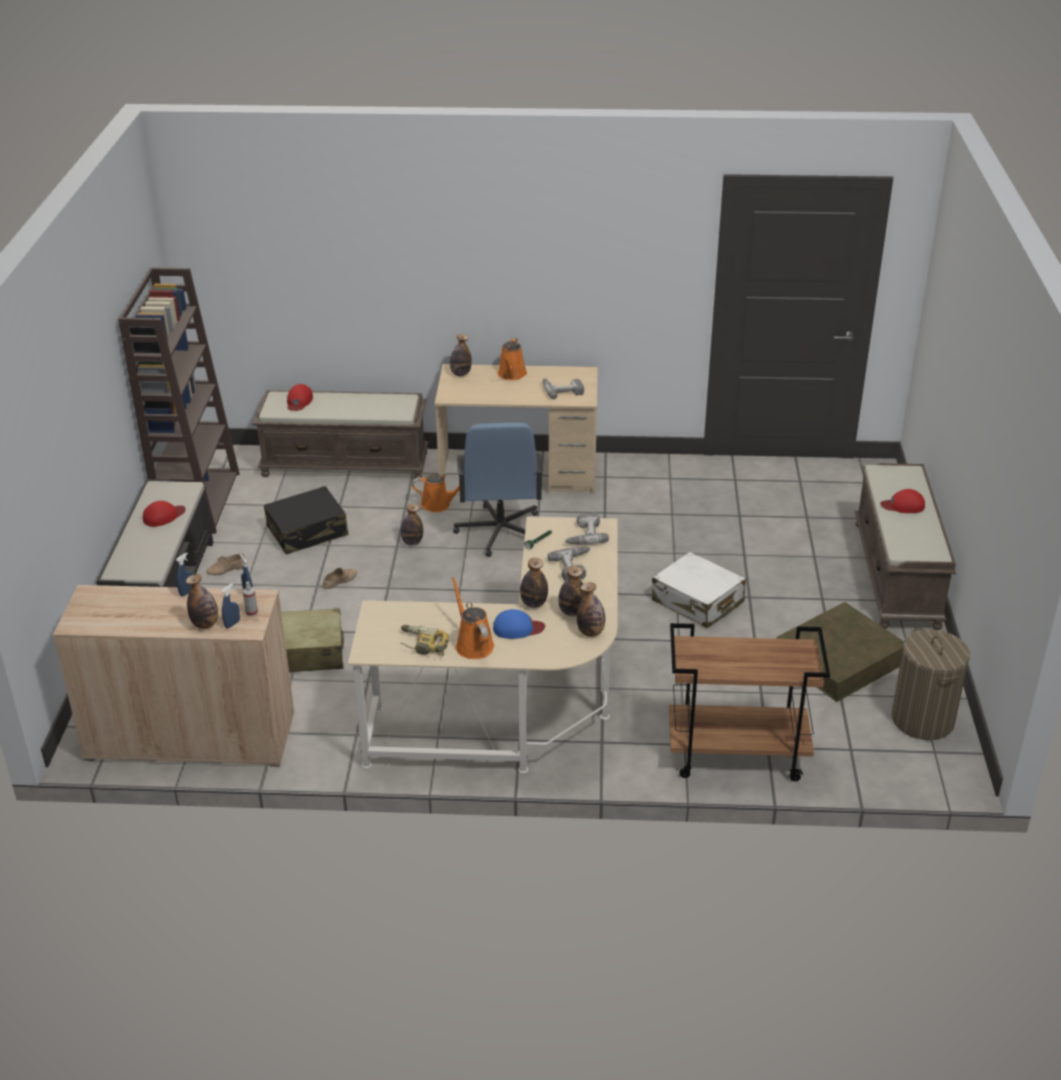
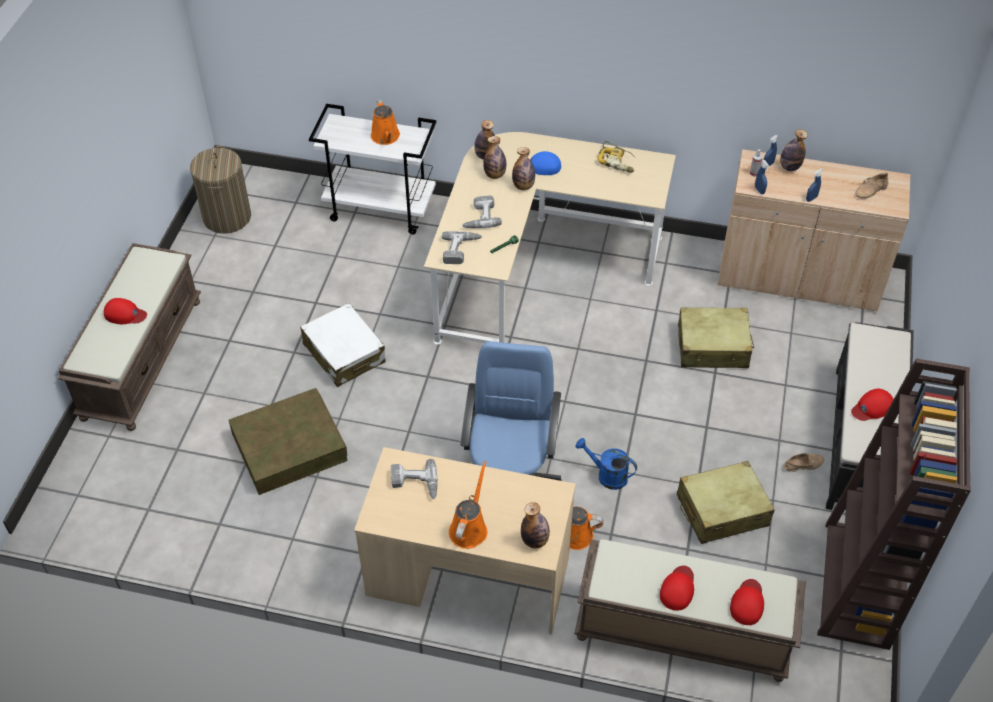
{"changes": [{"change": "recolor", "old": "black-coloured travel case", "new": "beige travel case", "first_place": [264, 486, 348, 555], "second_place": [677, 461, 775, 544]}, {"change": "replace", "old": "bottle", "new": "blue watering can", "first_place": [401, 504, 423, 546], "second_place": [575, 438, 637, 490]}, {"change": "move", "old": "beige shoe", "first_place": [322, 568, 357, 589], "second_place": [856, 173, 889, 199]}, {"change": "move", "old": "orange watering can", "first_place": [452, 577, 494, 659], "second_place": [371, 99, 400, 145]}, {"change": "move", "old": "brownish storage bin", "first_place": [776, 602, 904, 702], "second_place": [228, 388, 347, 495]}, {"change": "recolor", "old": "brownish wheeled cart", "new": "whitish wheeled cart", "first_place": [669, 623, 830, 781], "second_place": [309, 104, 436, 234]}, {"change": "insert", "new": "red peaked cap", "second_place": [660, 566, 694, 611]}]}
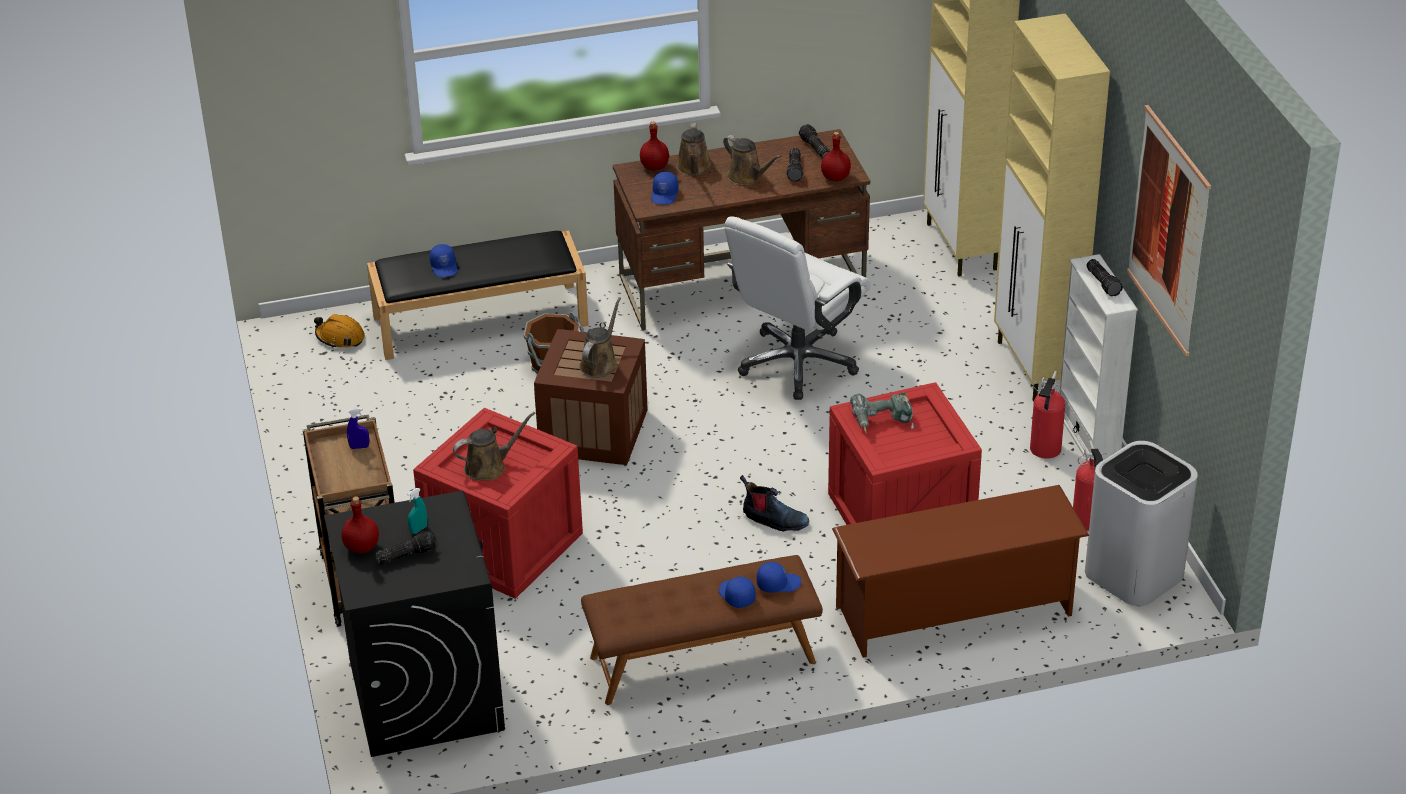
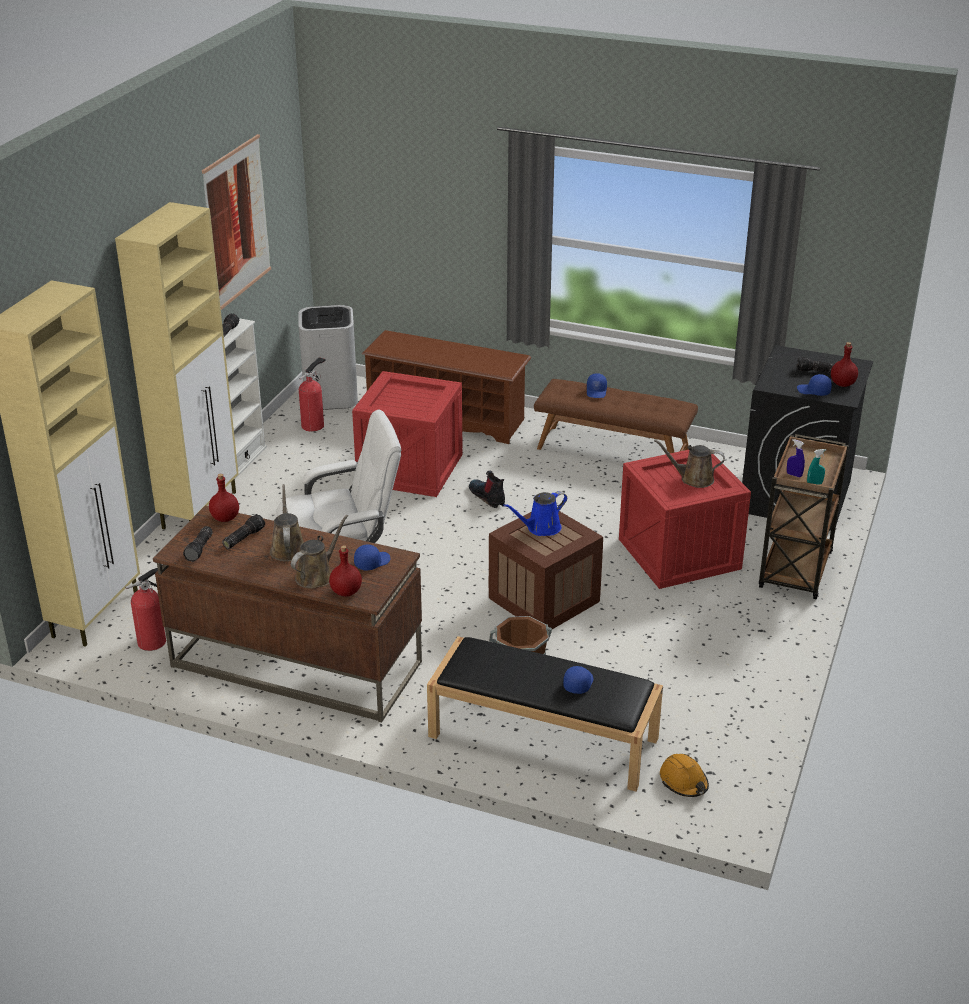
{"changes": [{"change": "recolor", "old": "brownish watering can", "new": "blue watering can", "first_place": [579, 297, 621, 378], "second_place": [504, 491, 567, 536]}, {"change": "move", "old": "fire extinguisher", "first_place": [1030, 371, 1065, 459], "second_place": [125, 564, 166, 651]}, {"change": "delete", "old": "drill", "first_place": [850, 393, 914, 433]}, {"change": "move", "old": "turquoise spray bottle", "first_place": [407, 488, 427, 534], "second_place": [807, 449, 826, 485]}, {"change": "move", "old": "blue peaked cap", "first_place": [756, 562, 801, 593], "second_place": [797, 374, 832, 396]}]}
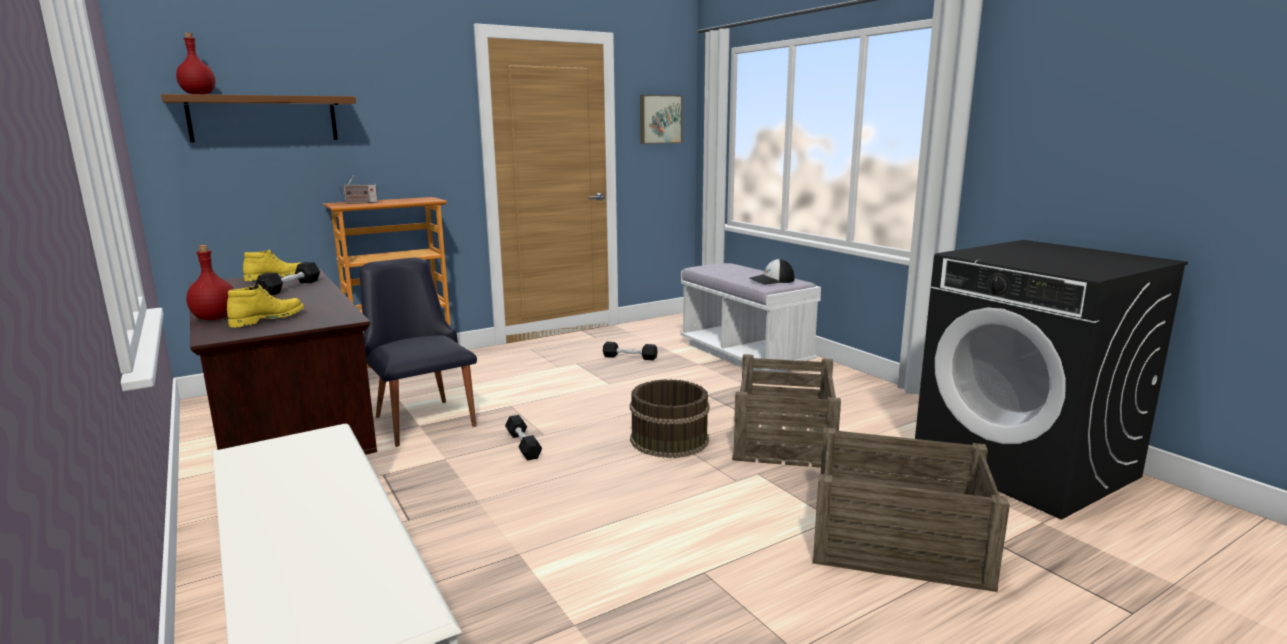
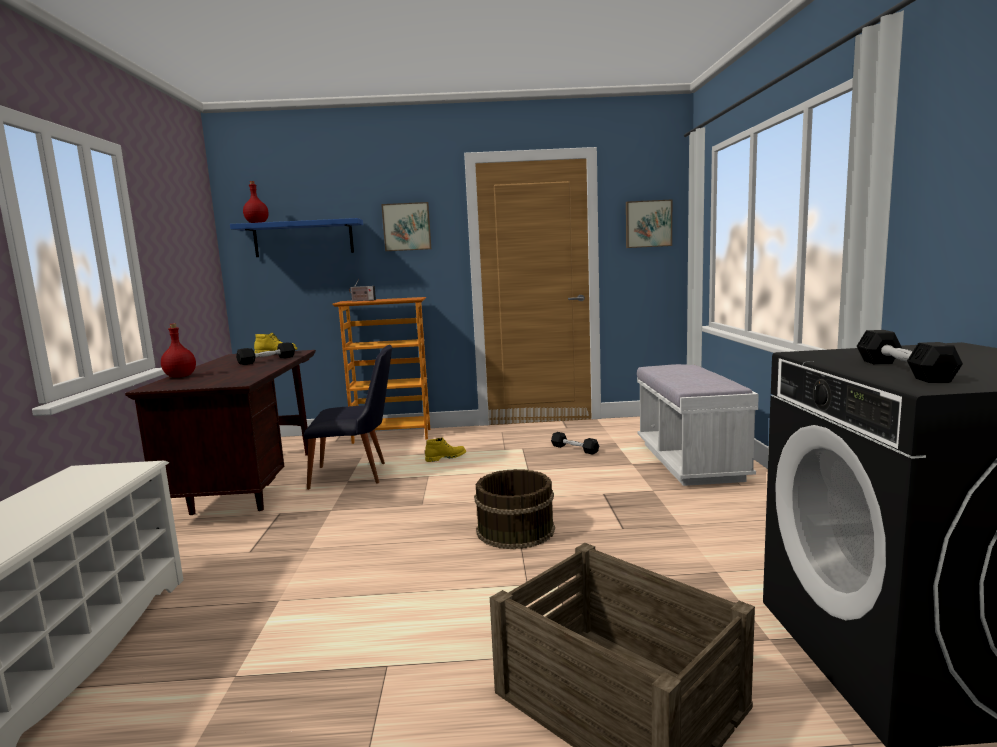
{"changes": [{"change": "recolor", "old": "brownish shelf", "new": "blue shelf", "first_place": [161, 94, 356, 142], "second_place": [230, 218, 363, 257]}, {"change": "rotate", "old": "black-coloured plain chair", "first_place": [359, 258, 477, 447], "second_place": [304, 345, 392, 490], "degrees": 90}, {"change": "delete", "old": "peaked cap", "first_place": [750, 259, 794, 284]}, {"change": "move", "old": "yellow-coloured high-top boot", "first_place": [227, 284, 304, 328], "second_place": [425, 438, 466, 462]}, {"change": "delete", "old": "crate", "first_place": [733, 354, 841, 468]}, {"change": "move", "old": "black-coloured dumbbell", "first_place": [505, 415, 542, 461], "second_place": [857, 330, 963, 383]}, {"change": "insert", "new": "wall picture", "second_place": [381, 202, 431, 251]}]}
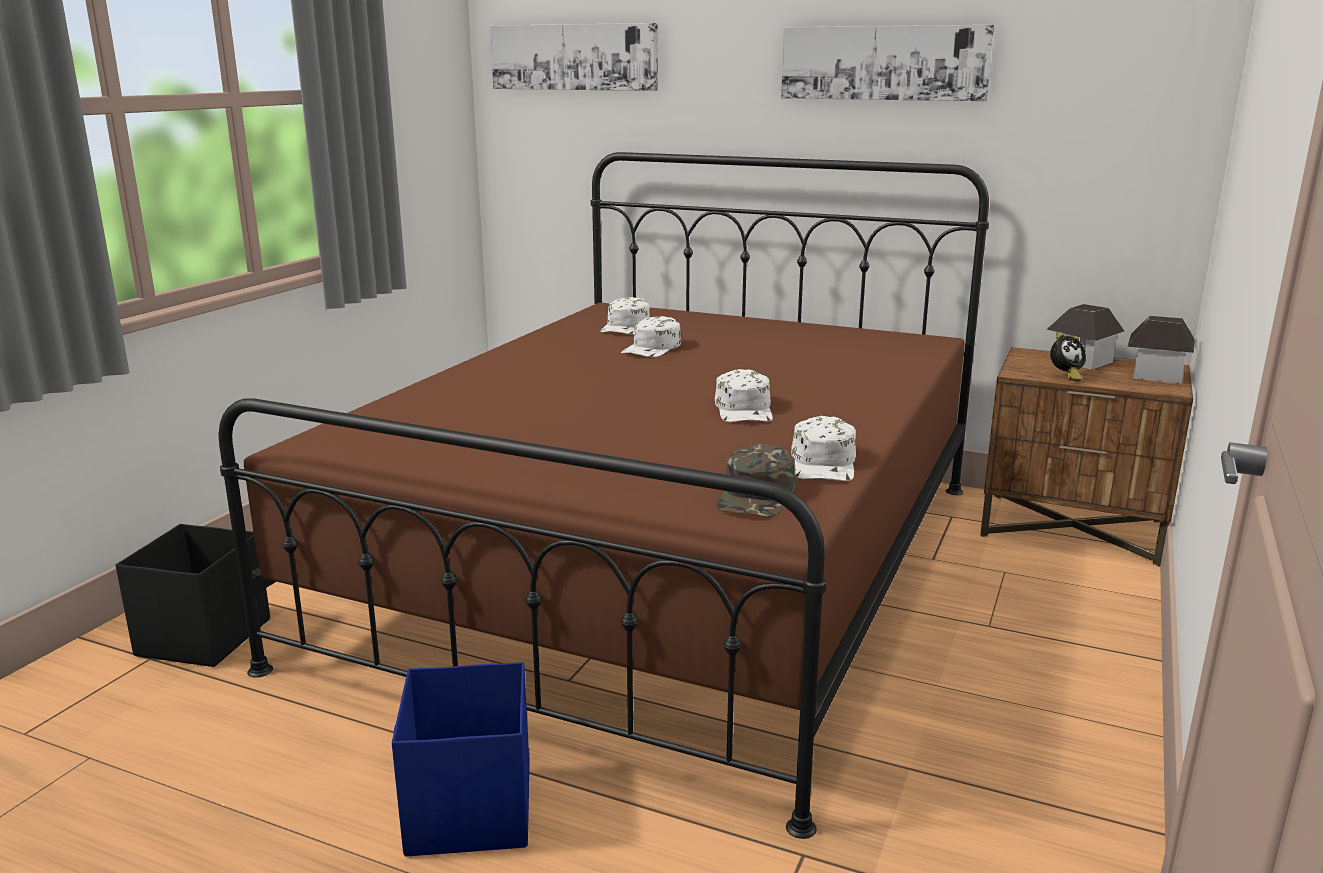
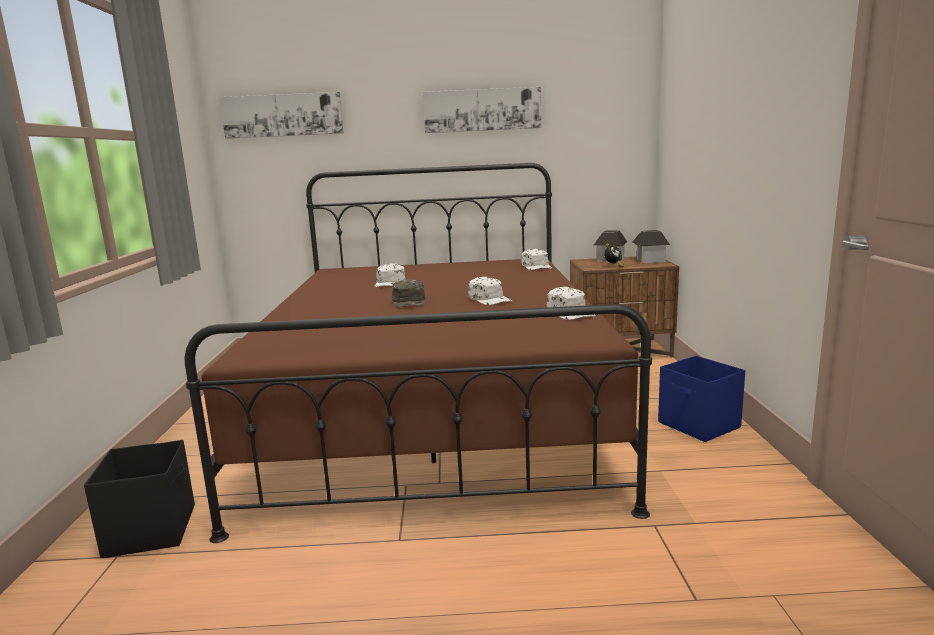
{"changes": [{"change": "move", "old": "whitish peaked cap", "first_place": [600, 297, 650, 334], "second_place": [522, 249, 552, 270]}, {"change": "move", "old": "greenish peaked cap", "first_place": [717, 444, 795, 517], "second_place": [392, 279, 425, 308]}, {"change": "move", "old": "blue storage bin", "first_place": [392, 662, 529, 857], "second_place": [658, 356, 745, 442]}]}
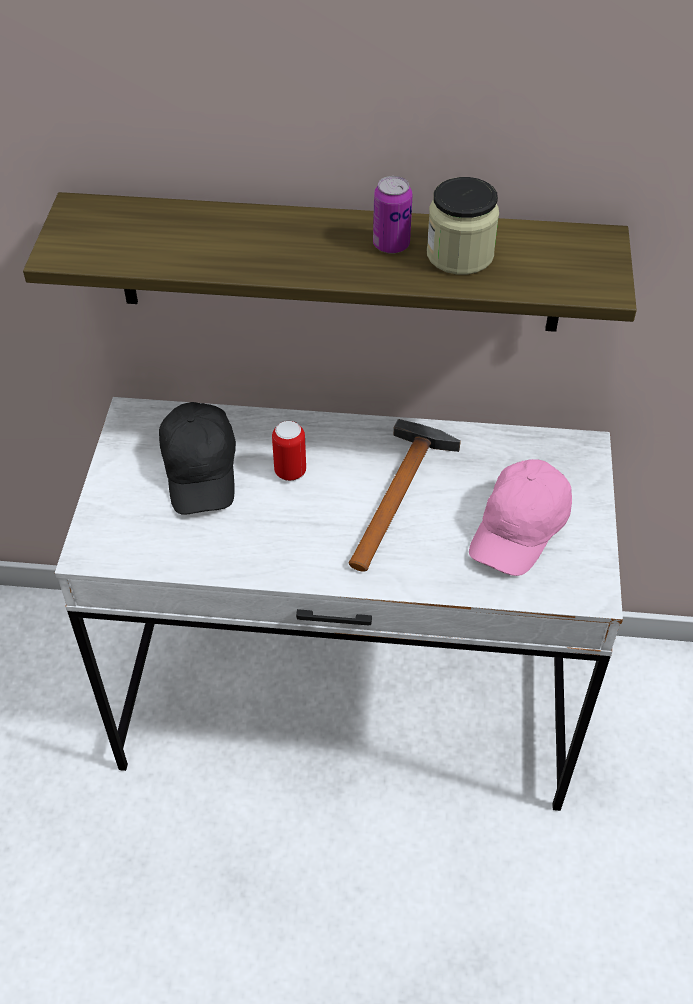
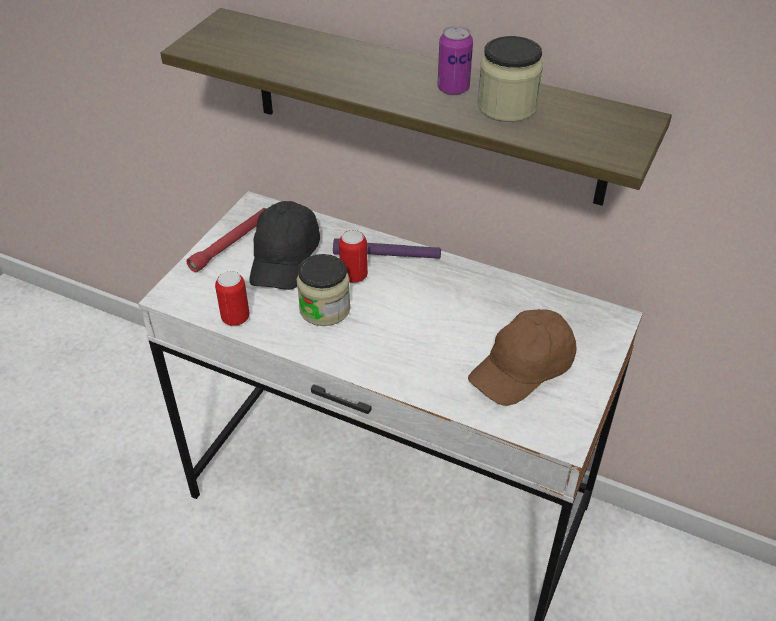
{"changes": [{"change": "delete", "old": "hand hammer", "first_place": [349, 419, 461, 572]}, {"change": "recolor", "old": "pink-coloured peaked cap", "new": "brownish peaked cap", "first_place": [469, 459, 572, 576], "second_place": [468, 309, 576, 406]}, {"change": "insert", "new": "red flashlight", "second_place": [186, 208, 267, 272]}, {"change": "insert", "new": "purple-coloured flashlight", "second_place": [333, 238, 441, 259]}, {"change": "insert", "new": "jar", "second_place": [297, 254, 351, 326]}, {"change": "insert", "new": "metal can", "second_place": [215, 271, 250, 326]}]}
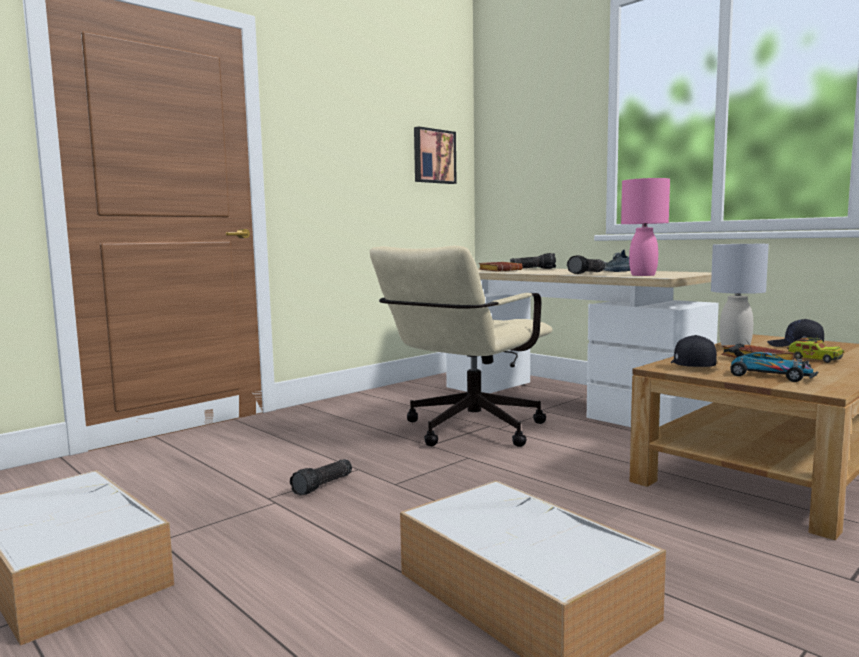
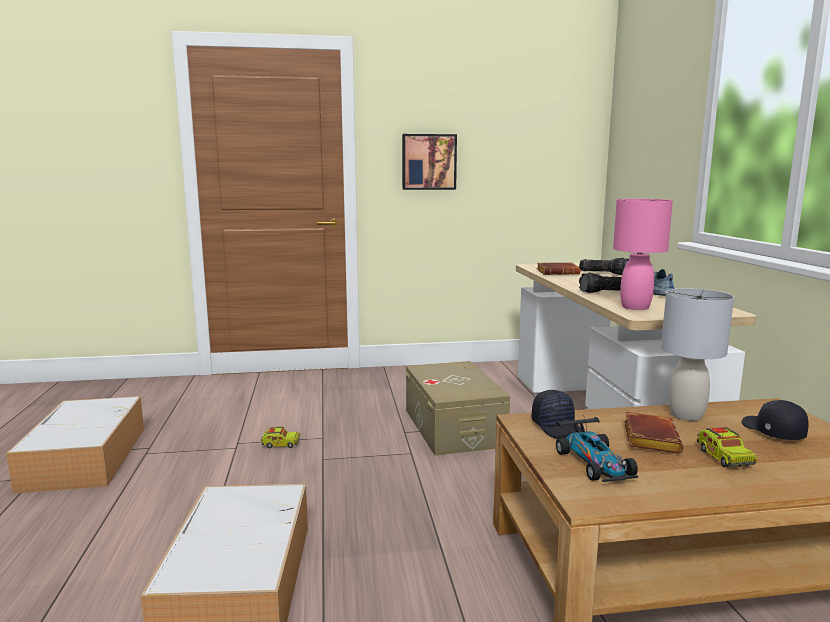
{"changes": [{"change": "move", "old": "wall picture", "first_place": [414, 126, 457, 184], "second_place": [402, 134, 457, 190]}, {"change": "replace", "old": "beige desk chair", "new": "beige storage bin", "first_place": [370, 246, 553, 447], "second_place": [406, 361, 510, 456]}, {"change": "rotate", "old": "black-coloured peaked cap", "first_place": [671, 335, 717, 367], "second_place": [532, 390, 582, 439], "degrees": 120}, {"change": "replace", "old": "flashlight", "new": "toy lorry", "first_place": [290, 459, 352, 496], "second_place": [261, 426, 300, 448]}]}
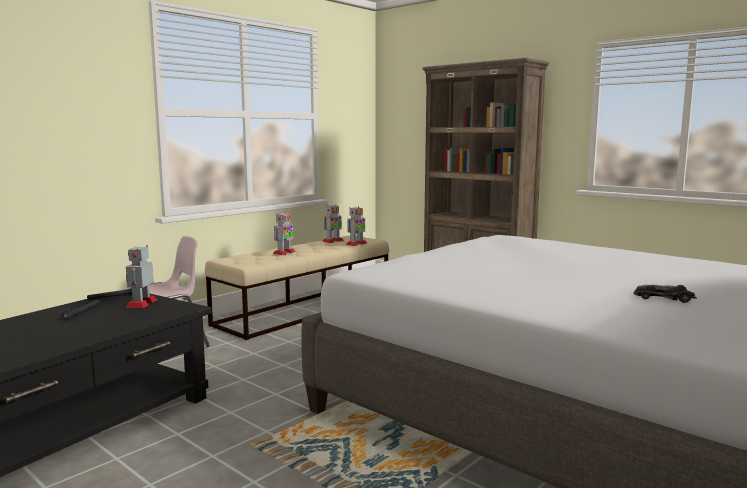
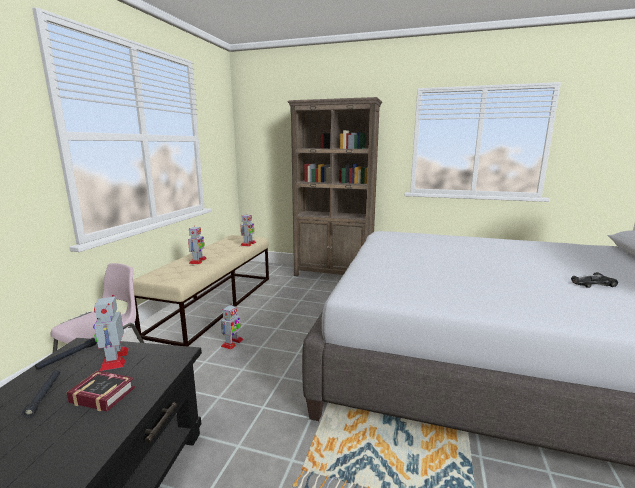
{"changes": [{"change": "move", "old": "robot figure", "first_place": [322, 204, 344, 243], "second_place": [221, 304, 243, 350]}, {"change": "insert", "new": "volume", "second_place": [66, 371, 135, 411]}]}
